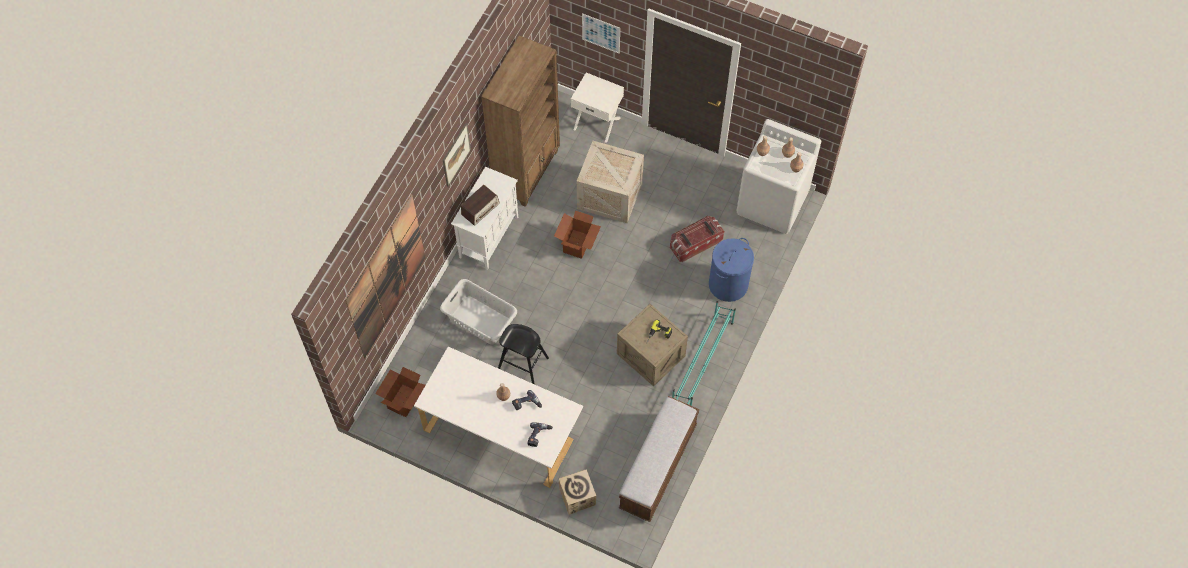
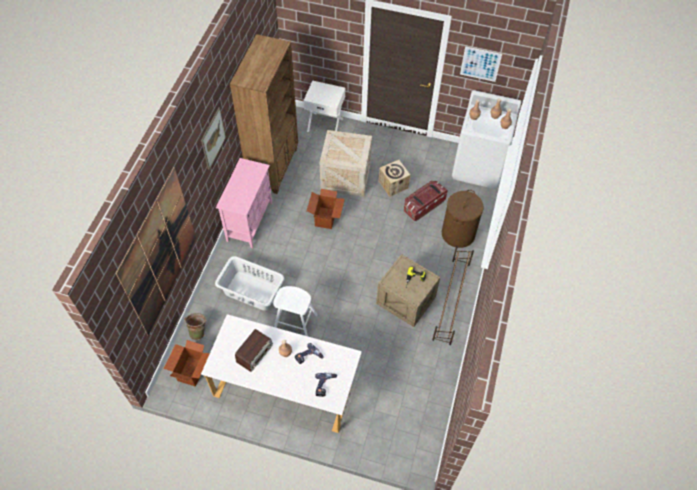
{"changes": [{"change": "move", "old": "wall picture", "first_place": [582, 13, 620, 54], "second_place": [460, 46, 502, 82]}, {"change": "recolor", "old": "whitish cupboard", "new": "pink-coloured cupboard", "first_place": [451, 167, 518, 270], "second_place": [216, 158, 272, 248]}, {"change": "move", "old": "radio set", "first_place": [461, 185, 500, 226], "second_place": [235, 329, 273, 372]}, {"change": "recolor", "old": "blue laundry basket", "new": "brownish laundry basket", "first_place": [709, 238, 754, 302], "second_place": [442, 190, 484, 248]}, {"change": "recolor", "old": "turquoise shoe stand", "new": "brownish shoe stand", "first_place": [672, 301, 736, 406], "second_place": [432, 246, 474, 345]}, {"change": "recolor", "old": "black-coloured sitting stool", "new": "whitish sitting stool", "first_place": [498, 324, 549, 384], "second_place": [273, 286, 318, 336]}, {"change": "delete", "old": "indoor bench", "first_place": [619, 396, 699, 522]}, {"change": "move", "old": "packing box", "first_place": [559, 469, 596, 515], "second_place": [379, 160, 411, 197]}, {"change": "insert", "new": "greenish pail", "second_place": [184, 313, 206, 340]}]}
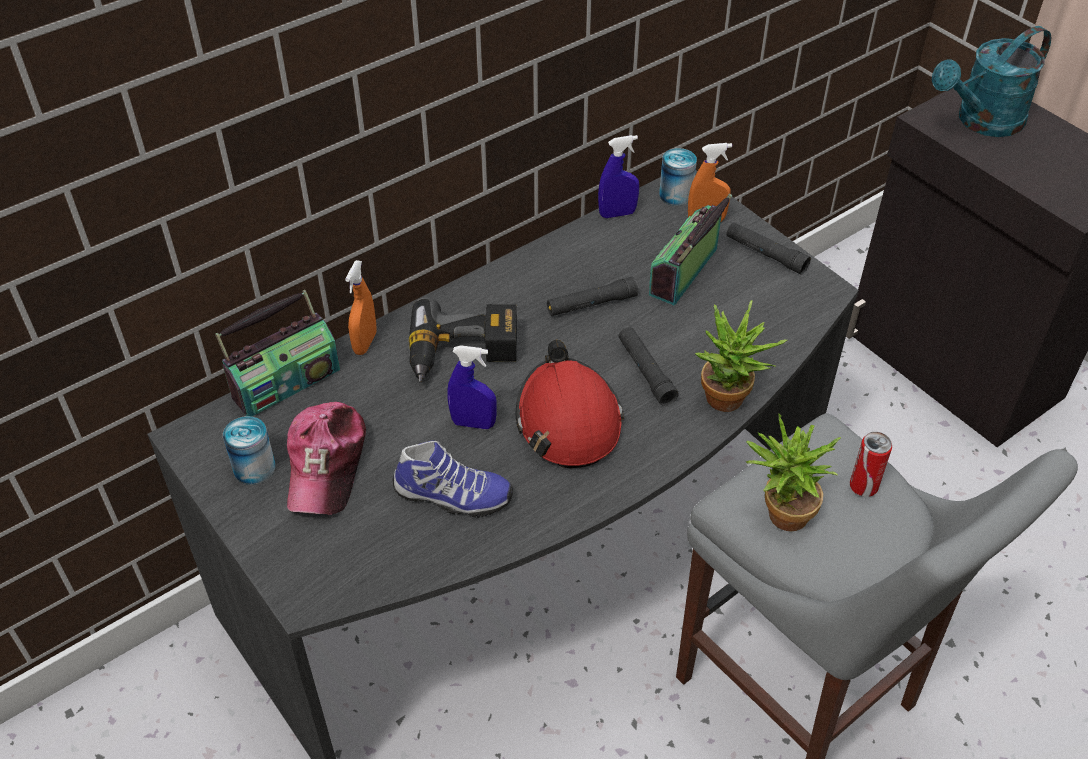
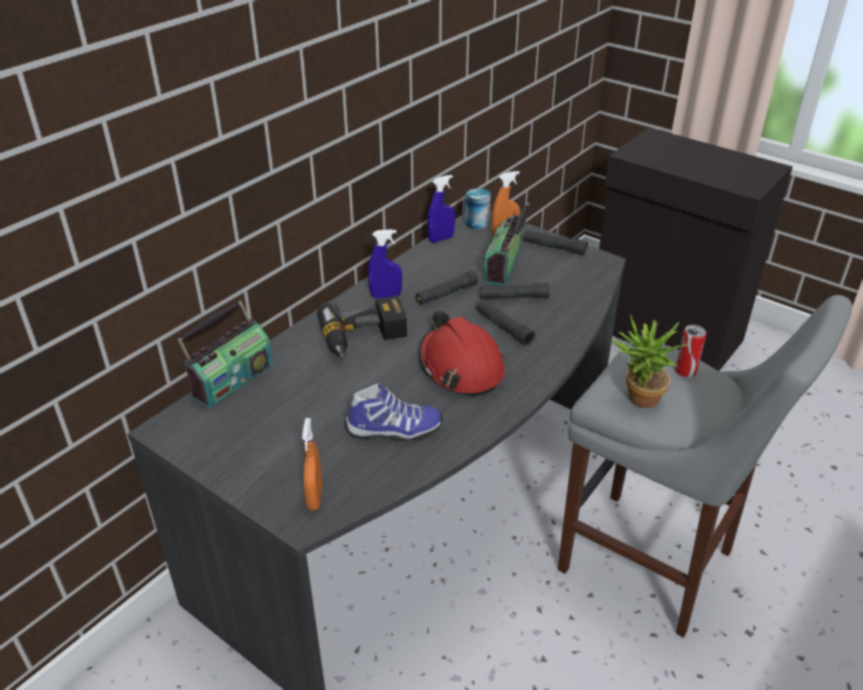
{"changes": [{"change": "delete", "old": "turquoise watering can", "first_place": [932, 26, 1051, 137]}, {"change": "move", "old": "orange spray bottle", "first_place": [345, 260, 376, 355], "second_place": [302, 418, 323, 511]}, {"change": "delete", "old": "houseplant", "first_place": [695, 300, 787, 412]}, {"change": "move", "old": "blue spray bottle", "first_place": [447, 345, 497, 429], "second_place": [368, 229, 402, 298]}, {"change": "delete", "old": "peaked cap", "first_place": [287, 402, 366, 515]}, {"change": "delete", "old": "metal can", "first_place": [223, 416, 276, 485]}, {"change": "insert", "new": "black-coloured flashlight", "second_place": [480, 283, 550, 299]}]}
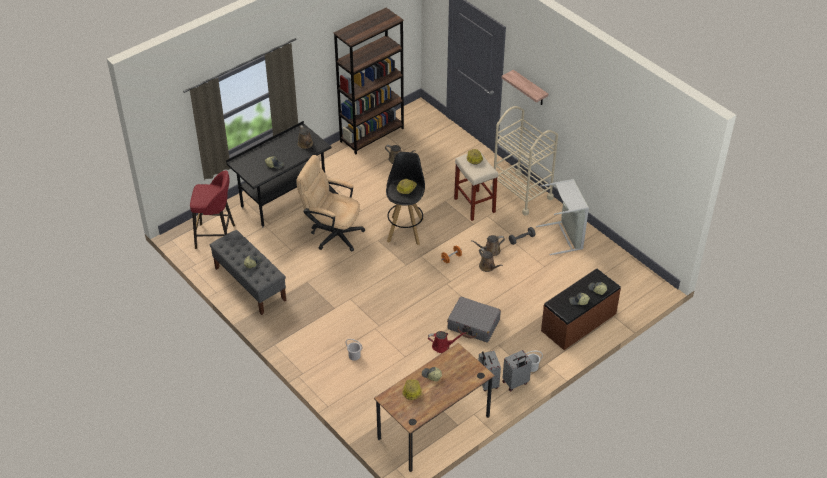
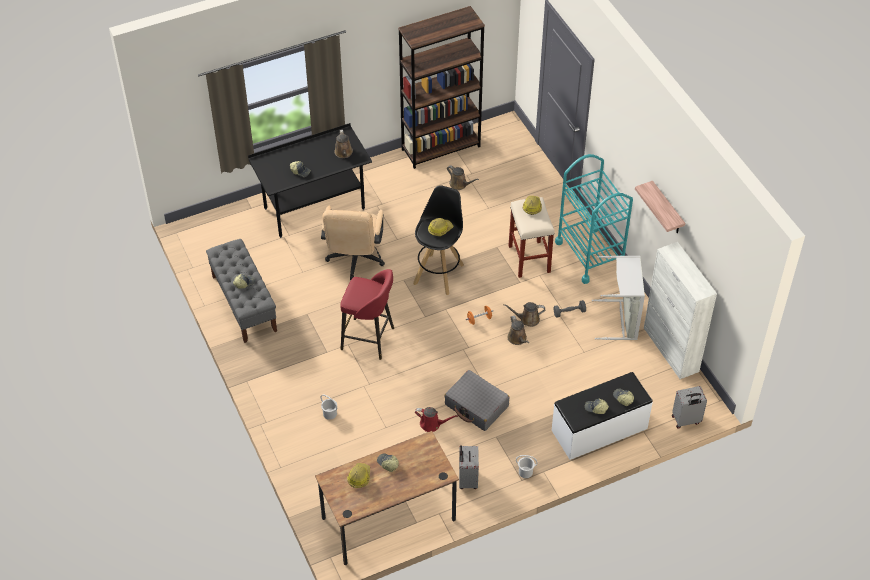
{"changes": [{"change": "move", "old": "shelf", "first_place": [502, 70, 548, 105], "second_place": [635, 181, 685, 233]}, {"change": "recolor", "old": "beige wheeled cart", "new": "turquoise wheeled cart", "first_place": [490, 106, 558, 216], "second_place": [555, 154, 633, 284]}, {"change": "rotate", "old": "beige desk chair", "first_place": [296, 155, 365, 252], "second_place": [321, 206, 385, 280], "degrees": -120}, {"change": "move", "old": "red sitting stool", "first_place": [190, 170, 235, 249], "second_place": [340, 269, 394, 360]}, {"change": "recolor", "old": "brownish indoor bench", "new": "whitish indoor bench", "first_place": [541, 269, 621, 350], "second_place": [552, 372, 653, 460]}, {"change": "move", "old": "grey travel case", "first_place": [503, 350, 532, 391], "second_place": [672, 386, 707, 429]}, {"change": "insert", "new": "whitish cupboard", "second_place": [644, 242, 717, 379]}]}
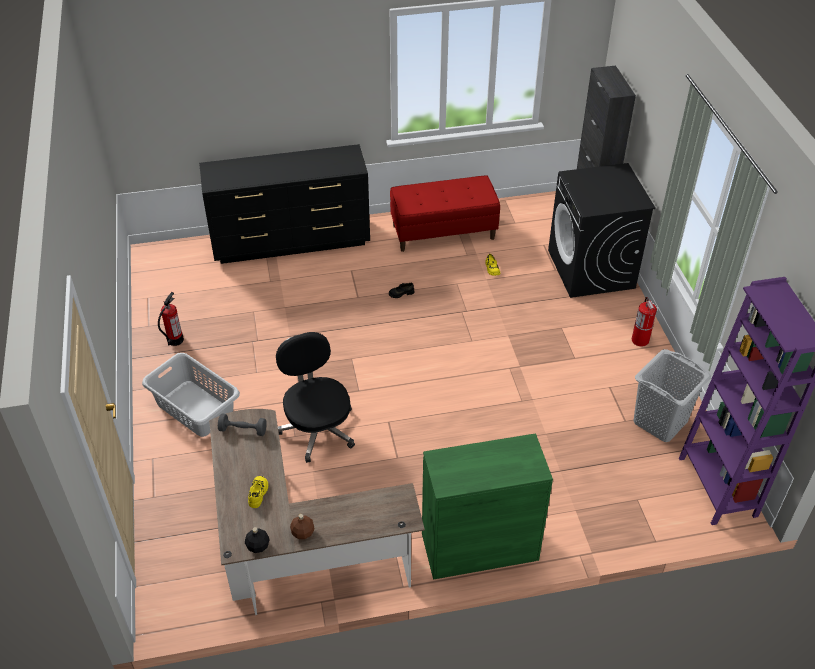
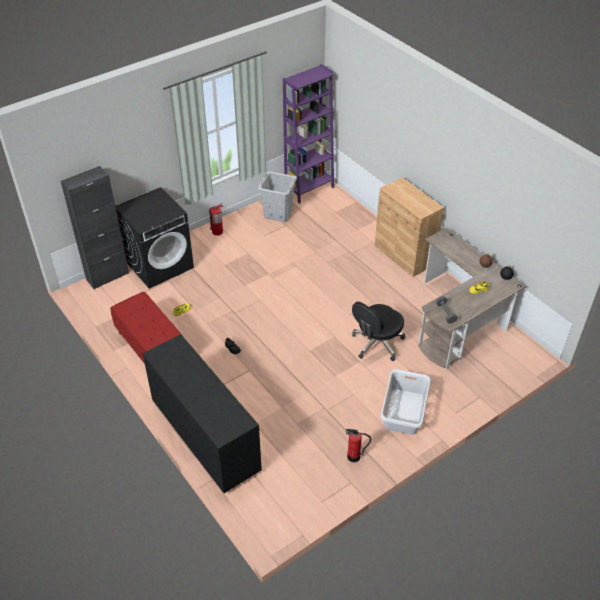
{"changes": [{"change": "recolor", "old": "greenish cupboard", "new": "brownish cupboard", "first_place": [422, 433, 553, 580], "second_place": [375, 177, 444, 277]}]}
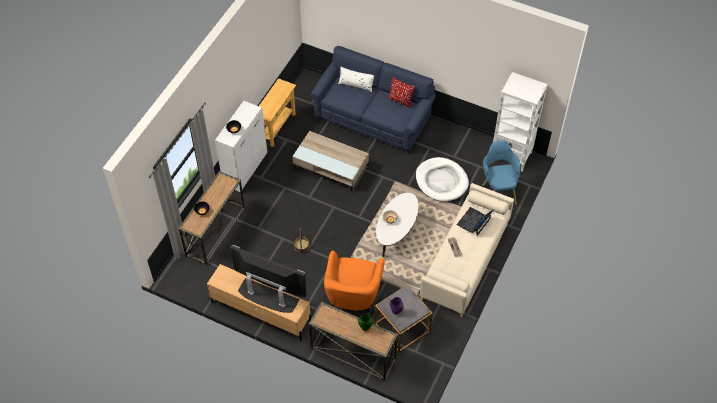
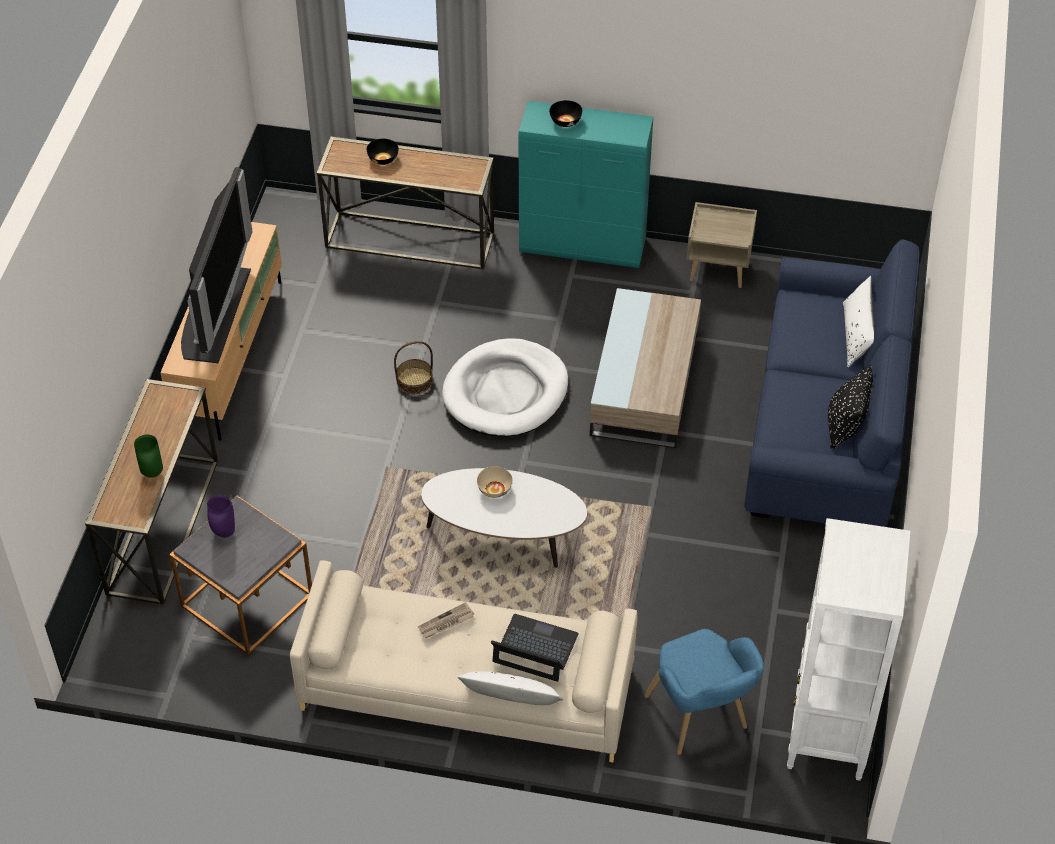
{"changes": [{"change": "recolor", "old": "red throw pillow", "new": "black-coloured throw pillow", "first_place": [388, 77, 415, 108], "second_place": [828, 365, 873, 449]}, {"change": "replace", "old": "beige hall table", "new": "beige bedside table", "first_place": [259, 78, 296, 147], "second_place": [687, 202, 757, 288]}, {"change": "recolor", "old": "whitish cupboard", "new": "turquoise cupboard", "first_place": [215, 101, 267, 192], "second_place": [519, 101, 653, 268]}, {"change": "rotate", "old": "blue armchair", "first_place": [482, 140, 521, 205], "second_place": [644, 629, 764, 755], "degrees": 90}, {"change": "move", "old": "whitish pet bed", "first_place": [416, 157, 469, 202], "second_place": [442, 338, 569, 437]}, {"change": "delete", "old": "orange armchair", "first_place": [324, 251, 385, 312]}, {"change": "insert", "new": "whitish throw pillow", "second_place": [457, 671, 564, 705]}]}
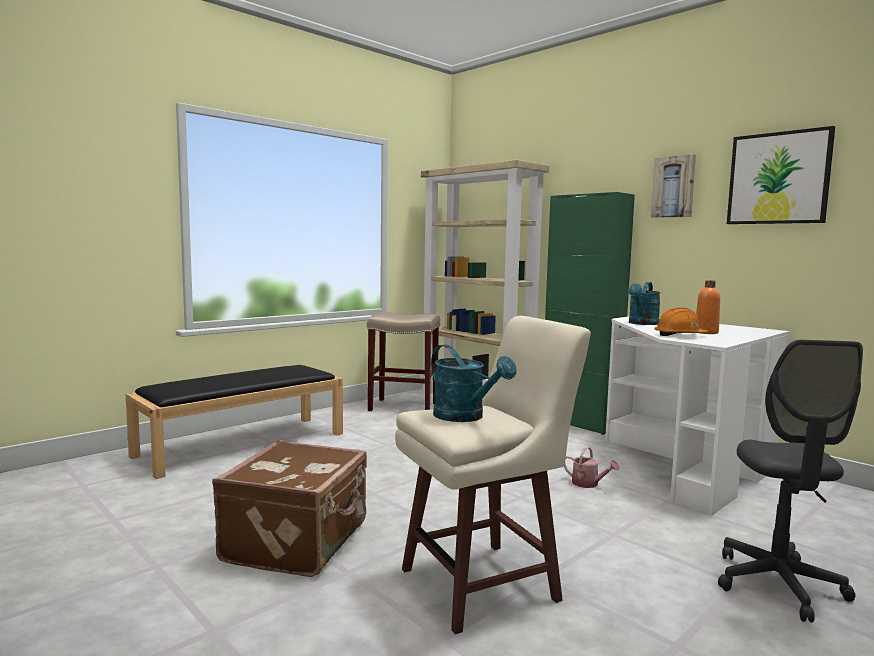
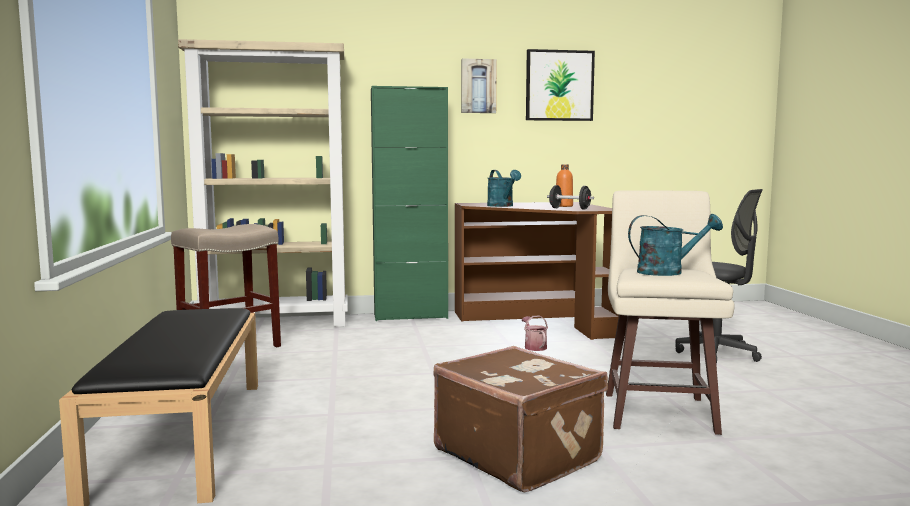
{"changes": [{"change": "replace", "old": "orange safety helmet", "new": "black-coloured dumbbell", "first_place": [655, 307, 708, 336], "second_place": [547, 185, 594, 209]}, {"change": "recolor", "old": "whitish desk table", "new": "brownish desk table", "first_place": [605, 316, 790, 516], "second_place": [455, 202, 619, 340]}, {"change": "rotate", "old": "watering can", "first_place": [564, 446, 620, 488], "second_place": [522, 315, 548, 351], "degrees": -90}]}
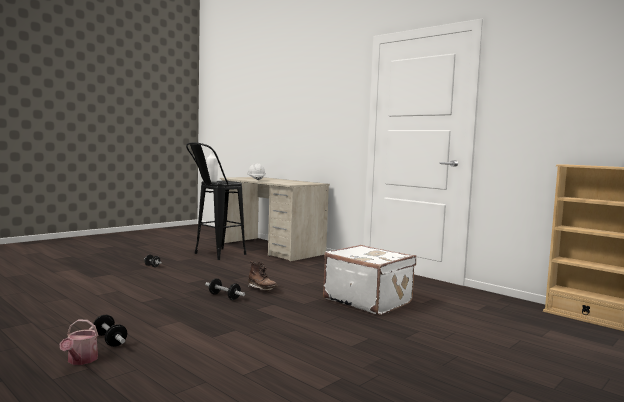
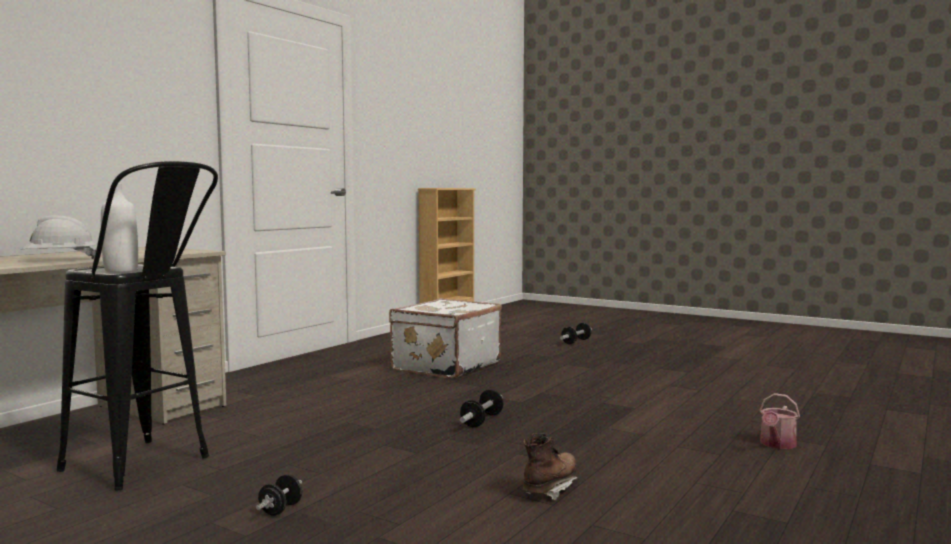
{"changes": [{"change": "move", "old": "brownish high-top boot", "first_place": [248, 261, 278, 291], "second_place": [523, 433, 578, 500]}, {"change": "move", "old": "dumbbell", "first_place": [93, 315, 127, 347], "second_place": [560, 323, 592, 344]}, {"change": "rotate", "old": "watering can", "first_place": [60, 320, 98, 365], "second_place": [759, 393, 800, 449], "degrees": 135}]}
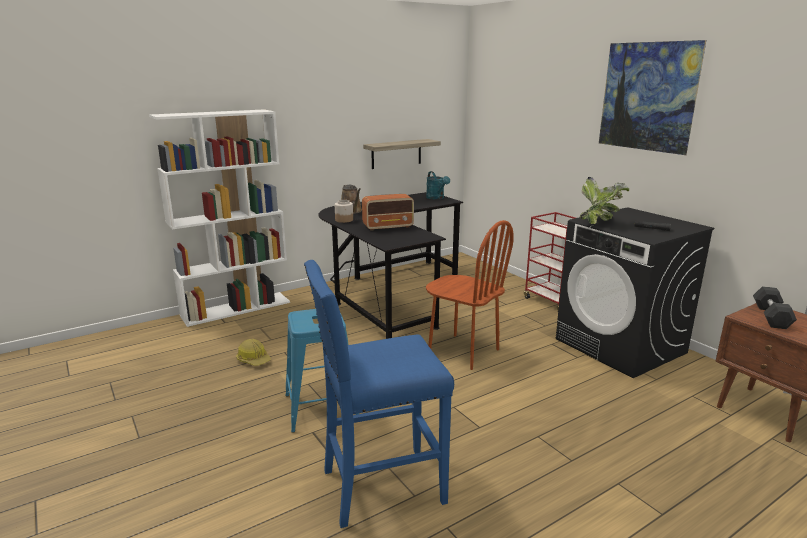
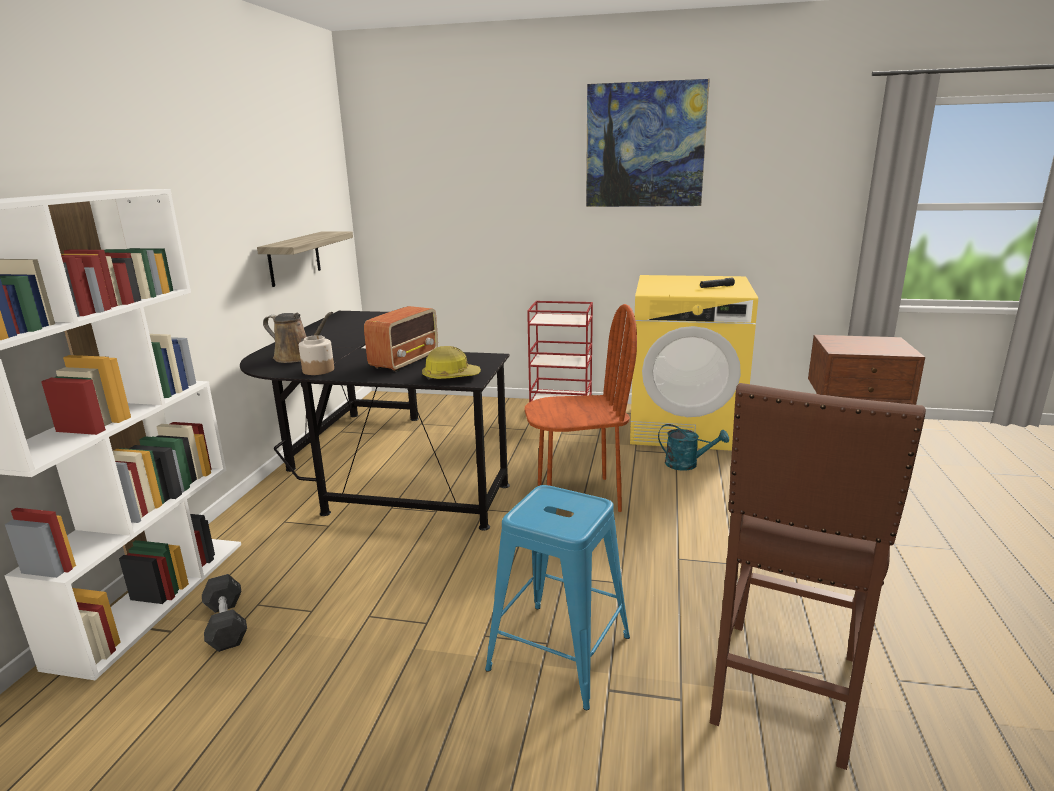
{"changes": [{"change": "move", "old": "turquoise watering can", "first_place": [426, 171, 450, 199], "second_place": [658, 424, 729, 471]}, {"change": "delete", "old": "houseplant", "first_place": [580, 177, 629, 224]}, {"change": "recolor", "old": "black-coloured washing machine", "new": "yellow-coloured washing machine", "first_place": [556, 207, 714, 378], "second_place": [630, 275, 758, 451]}, {"change": "recolor", "old": "blue sitting stool", "new": "brownish sitting stool", "first_place": [304, 260, 454, 528], "second_place": [710, 383, 926, 770]}, {"change": "move", "old": "grey dumbbell", "first_place": [753, 286, 797, 329], "second_place": [202, 574, 247, 652]}, {"change": "move", "old": "safety helmet", "first_place": [236, 339, 271, 366], "second_place": [422, 346, 481, 380]}]}
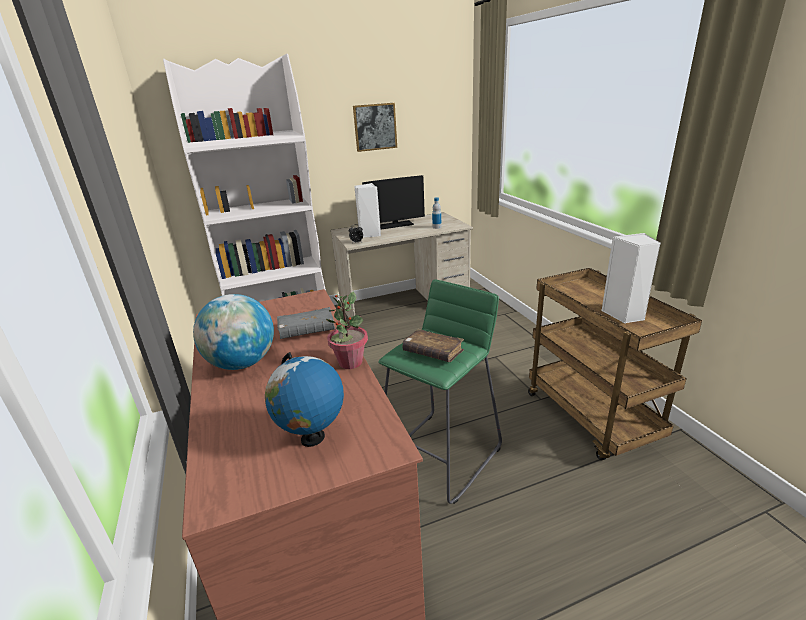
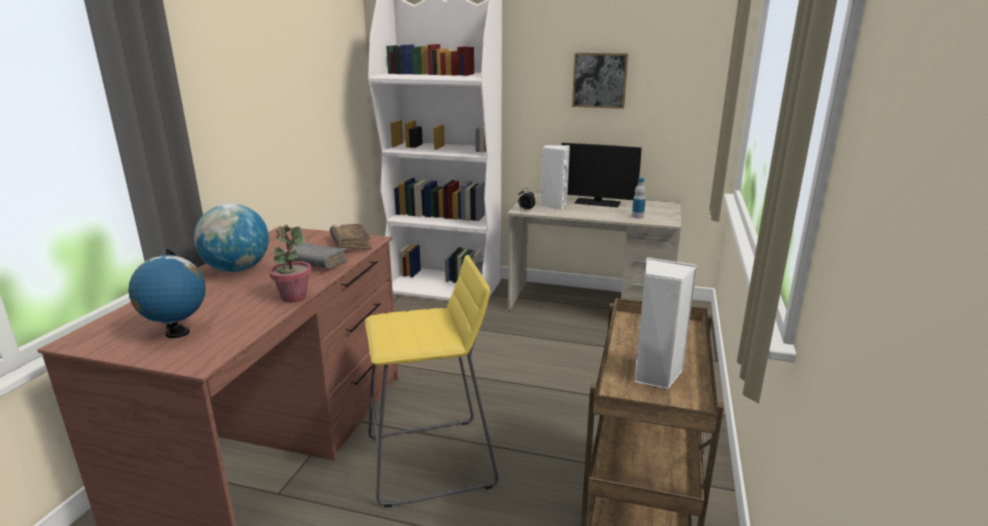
{"changes": [{"change": "recolor", "old": "greenish sitting stool", "new": "yellow-coloured sitting stool", "first_place": [378, 279, 502, 504], "second_place": [365, 255, 498, 507]}, {"change": "move", "old": "brownish volume", "first_place": [403, 329, 464, 362], "second_place": [330, 224, 372, 250]}]}
